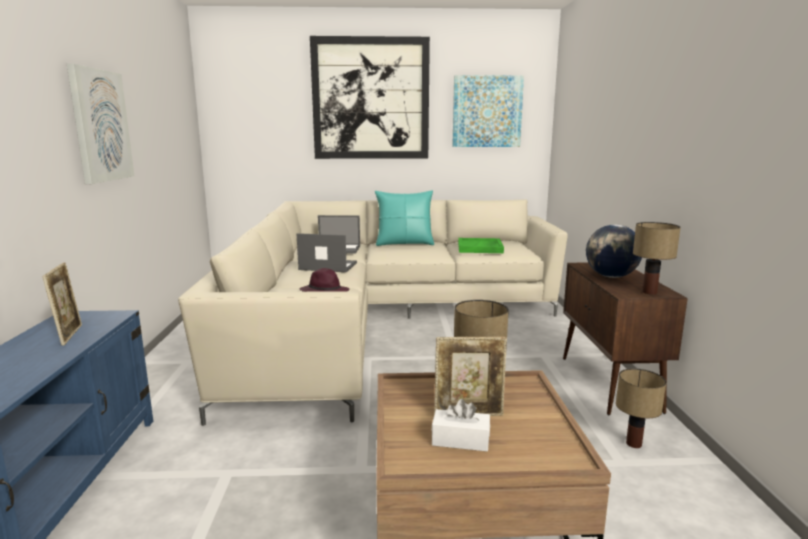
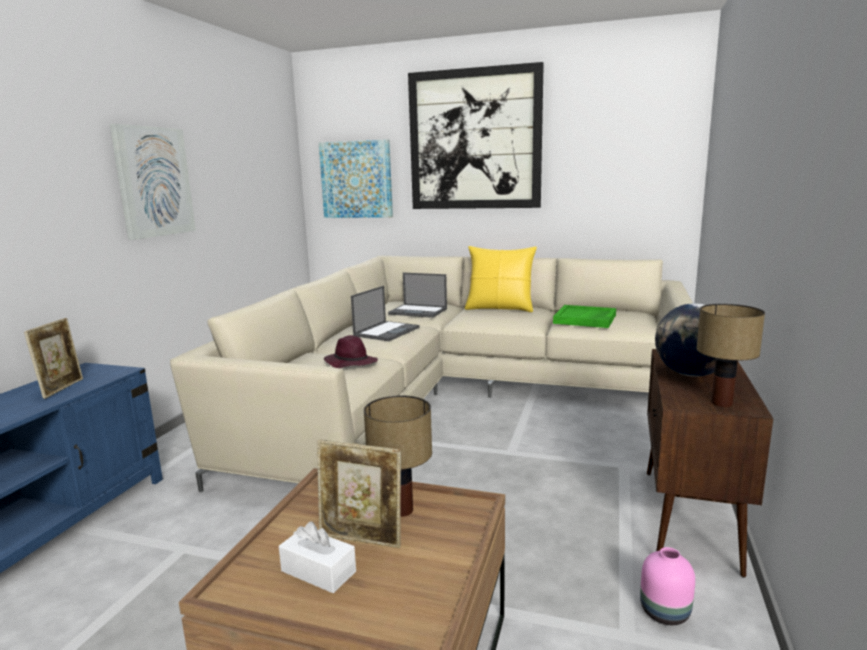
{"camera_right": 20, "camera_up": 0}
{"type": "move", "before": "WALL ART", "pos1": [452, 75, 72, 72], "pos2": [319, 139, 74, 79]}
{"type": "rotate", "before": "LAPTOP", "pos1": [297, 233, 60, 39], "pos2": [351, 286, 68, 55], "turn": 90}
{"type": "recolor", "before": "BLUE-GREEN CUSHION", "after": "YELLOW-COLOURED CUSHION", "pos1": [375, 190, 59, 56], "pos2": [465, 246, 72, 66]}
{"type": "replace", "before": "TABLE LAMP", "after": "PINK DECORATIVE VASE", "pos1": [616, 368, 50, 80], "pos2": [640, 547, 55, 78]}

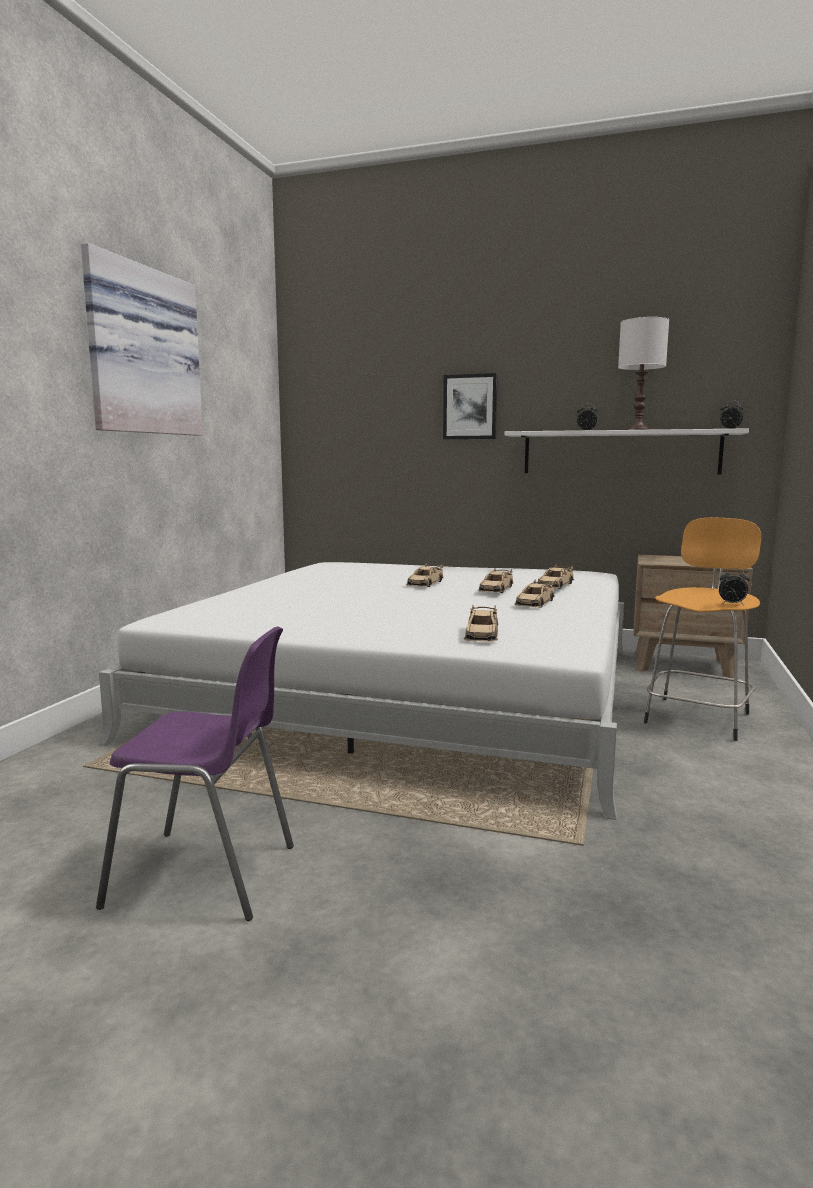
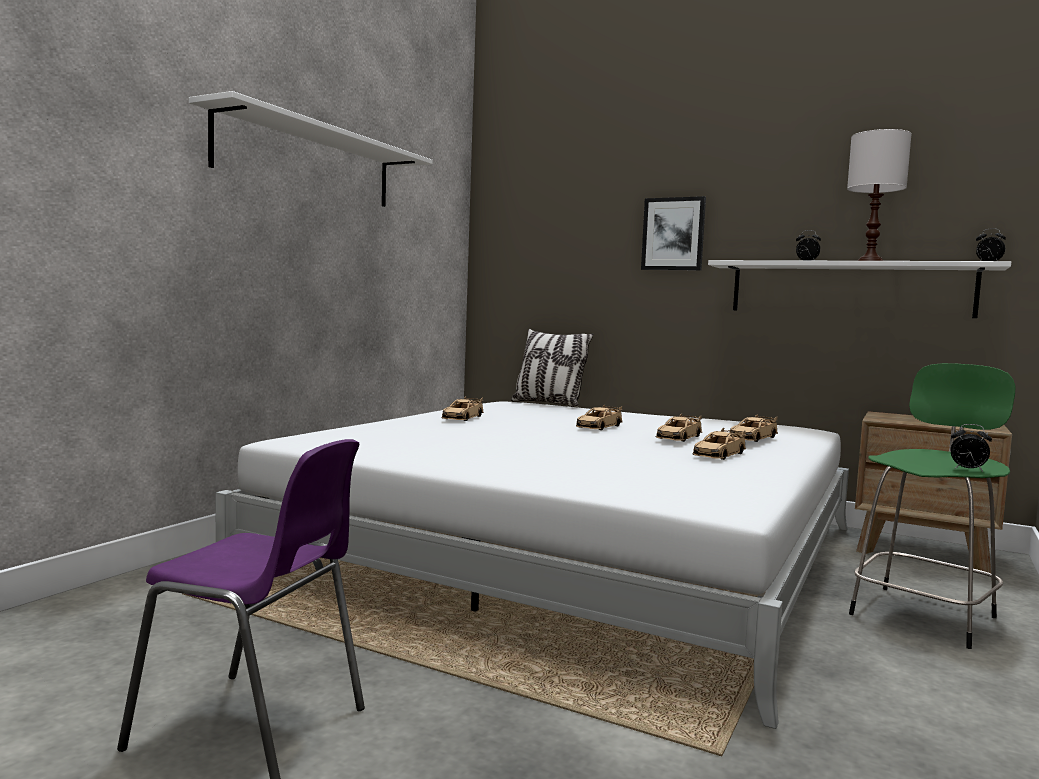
{"camera_right": 10, "camera_up": -5}
{"type": "replace", "before": "WALL ART", "after": "WHITE SHELF", "pos1": [81, 243, 122, 193], "pos2": [189, 91, 244, 116]}
{"type": "move", "before": "SAND-COLOURED TOY CAR", "pos1": [464, 605, 34, 37], "pos2": [441, 396, 43, 25]}
{"type": "insert", "after": "CUSHION", "pos2": [511, 329, 82, 78]}
{"type": "recolor", "before": "ORANGE STOOL SEAT", "after": "GREEN STOOL SEAT", "pos1": [644, 518, 117, 223], "pos2": [849, 363, 166, 286]}

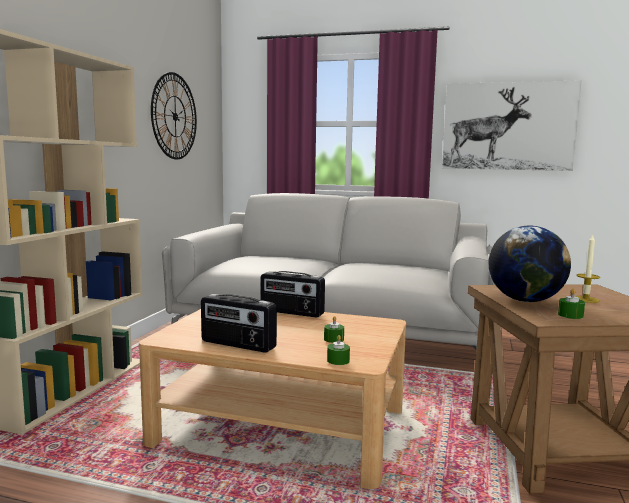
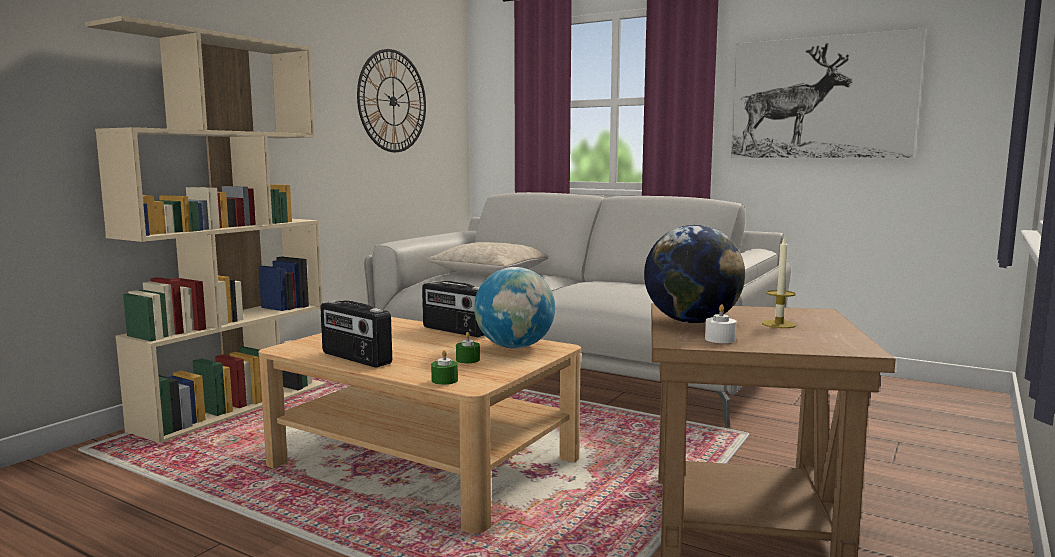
{"camera_right": 15, "camera_up": 0}
{"type": "insert", "after": "SAND-COLOURED CUSHION", "pos2": [426, 242, 123, 33]}
{"type": "insert", "after": "GLOBE", "pos2": [474, 267, 81, 82]}
{"type": "recolor", "before": "GREEN WAX CANDLE", "after": "WHITE WAX CANDLE", "pos1": [558, 289, 27, 30], "pos2": [705, 304, 31, 39]}

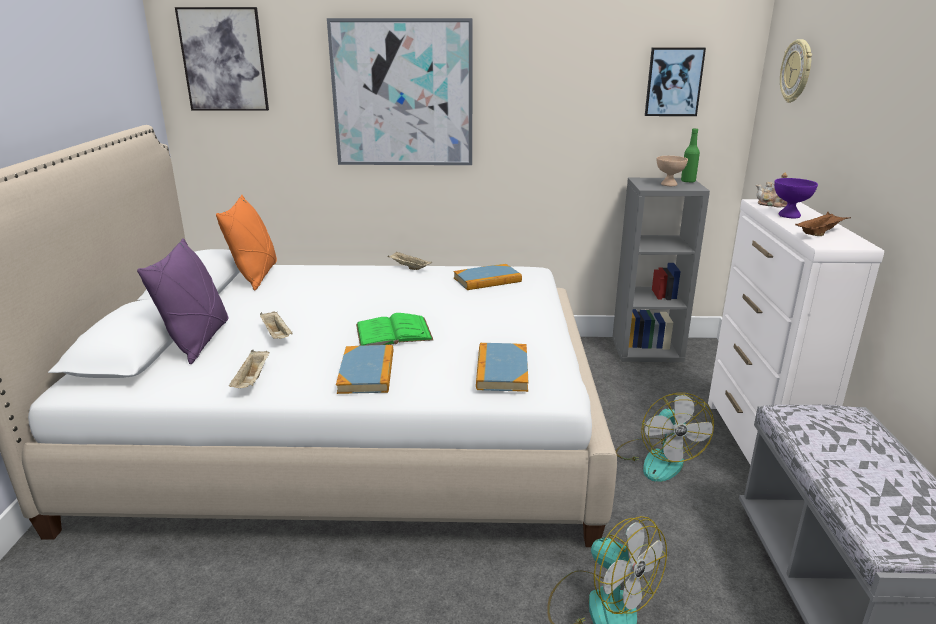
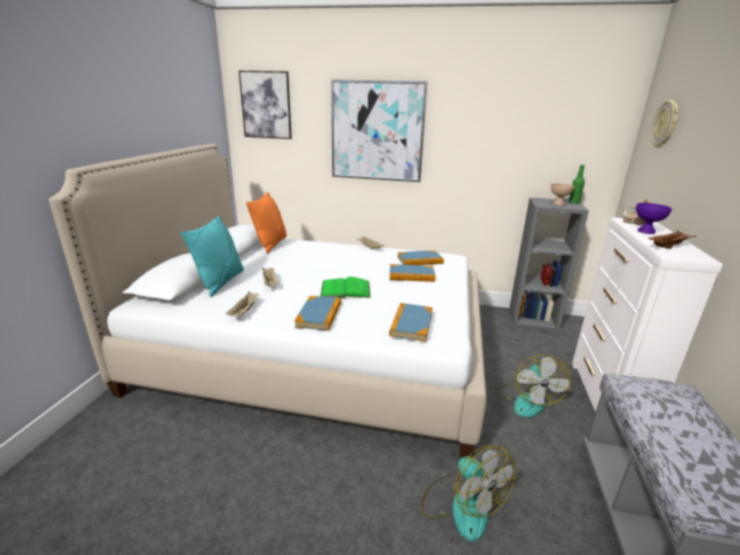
{"camera_right": 10, "camera_up": 0}
{"type": "recolor", "before": "PURPLE-COLOURED CUSHION", "after": "BLUE-GREEN CUSHION", "pos1": [137, 238, 91, 126], "pos2": [181, 216, 63, 81]}
{"type": "insert", "after": "BOOK", "pos2": [390, 264, 45, 18]}
{"type": "delete", "before": "WALL ART", "pos1": [645, 48, 61, 68]}

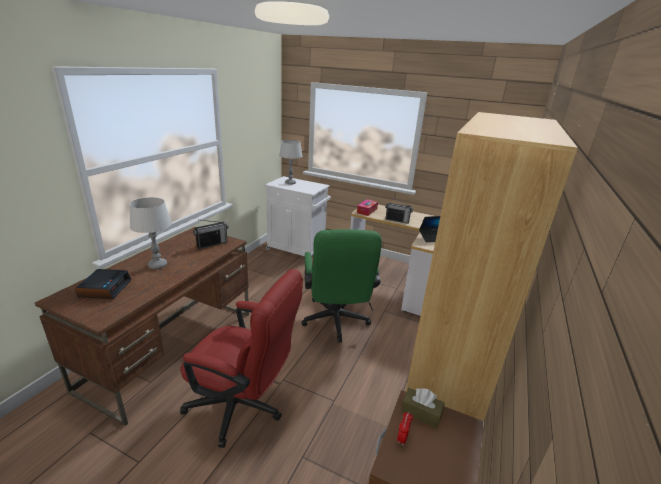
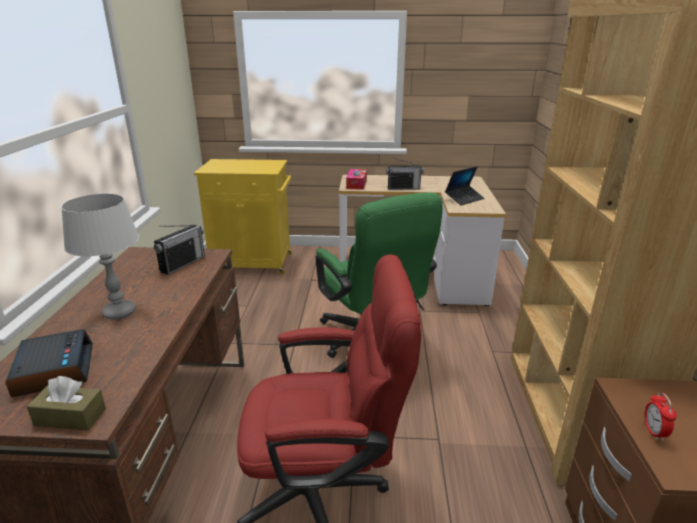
{"camera_right": -20, "camera_up": 0}
{"type": "move", "before": "BROWNISH BOX OF TISSUES", "pos1": [401, 388, 44, 40], "pos2": [26, 376, 80, 55]}
{"type": "recolor", "before": "WHITE STORAGE CABINET", "after": "YELLOW-COLOURED STORAGE CABINET", "pos1": [264, 176, 67, 80], "pos2": [194, 159, 98, 115]}
{"type": "delete", "before": "GREYISH TABLE LAMP", "pos1": [279, 140, 23, 45]}

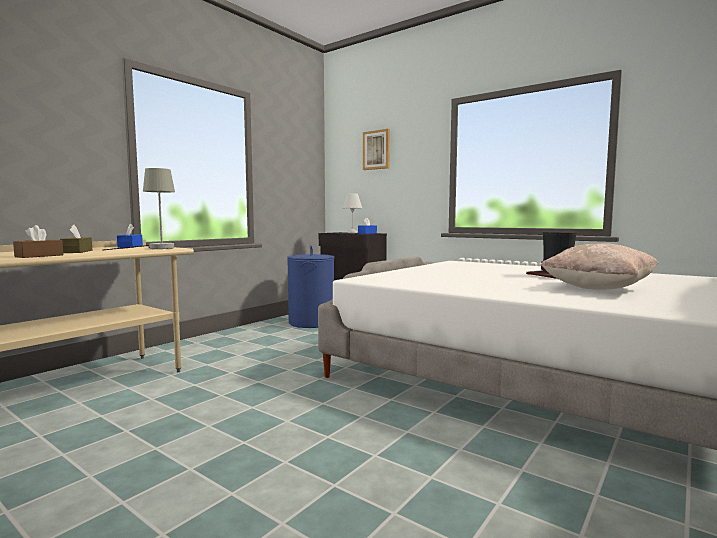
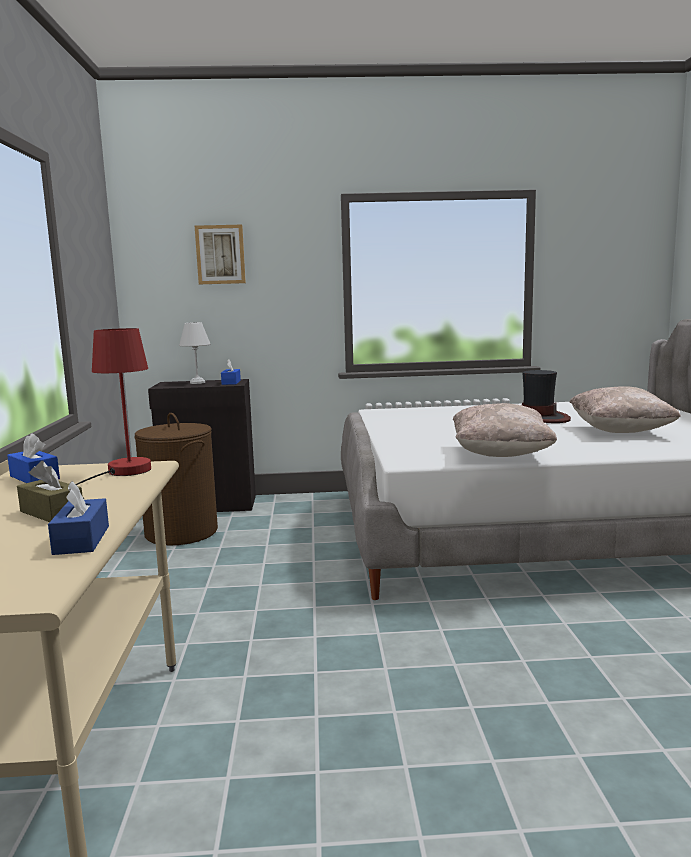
{"camera_right": -40, "camera_up": 5}
{"type": "recolor", "before": "BROWNISH BOX OF TISSUES", "after": "BLUE BOX OF TISSUES", "pos1": [13, 225, 50, 33], "pos2": [48, 481, 61, 74]}
{"type": "recolor", "before": "GREYISH TABLE LAMP", "after": "RED-COLOURED TABLE LAMP", "pos1": [102, 168, 73, 83], "pos2": [76, 328, 75, 171]}
{"type": "recolor", "before": "BLUE WASHING BASKET", "after": "BROWNISH WASHING BASKET", "pos1": [287, 245, 47, 83], "pos2": [135, 413, 83, 133]}
{"type": "insert", "after": "SAND-COLOURED CUSHION", "pos2": [453, 403, 104, 54]}

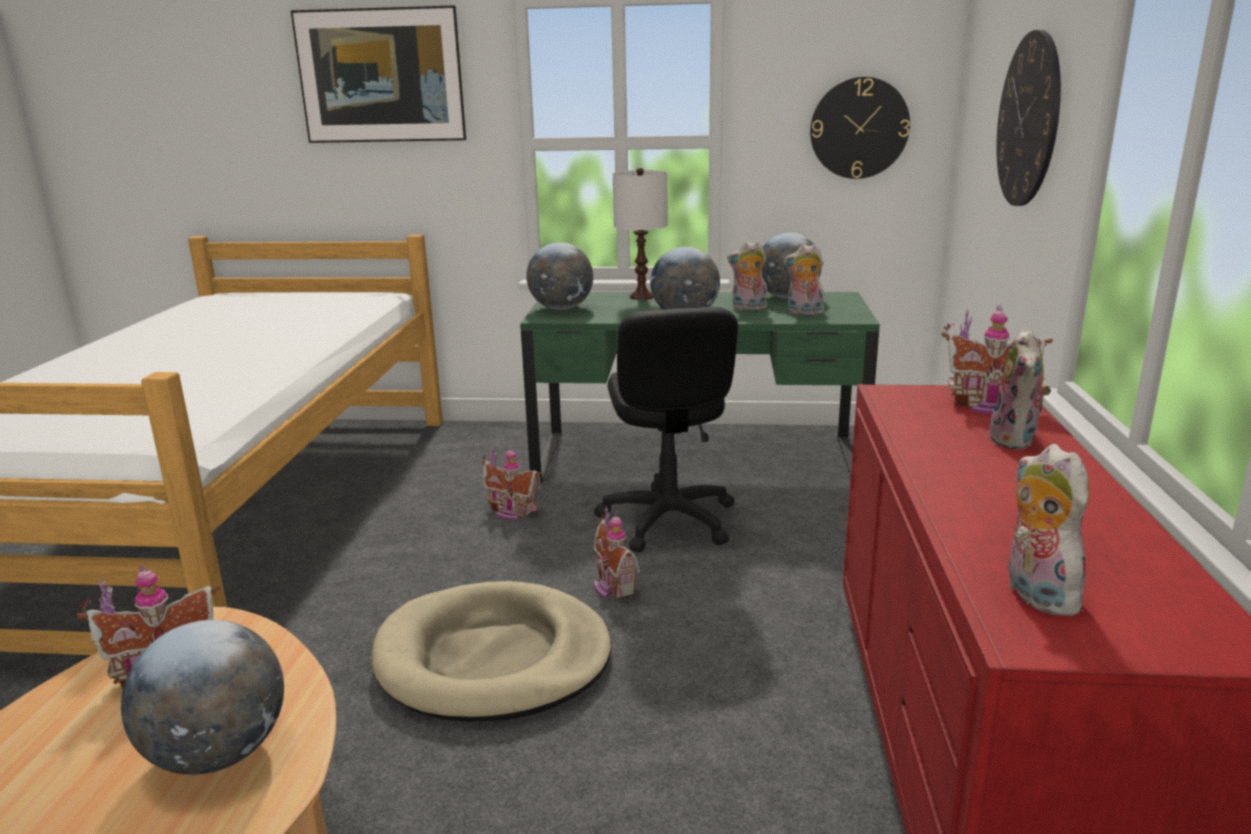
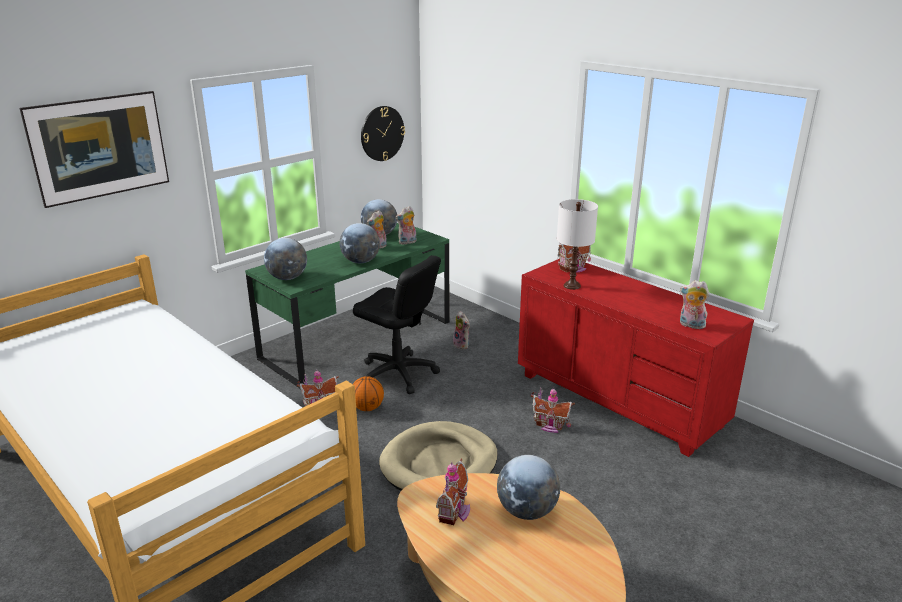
{"camera_right": -50, "camera_up": 5}
{"type": "insert", "after": "BALL FOR BASKETBALL", "pos2": [353, 377, 31, 34]}
{"type": "move", "before": "PLUSH TOY", "pos1": [989, 327, 62, 123], "pos2": [453, 311, 17, 38]}
{"type": "move", "before": "MINIATURE HOUSE", "pos1": [594, 507, 46, 92], "pos2": [531, 387, 44, 46]}
{"type": "move", "before": "WHITE TABLE LAMP", "pos1": [613, 168, 55, 132], "pos2": [557, 199, 41, 91]}
{"type": "delete", "before": "CLOCK ON THE WALL", "pos1": [996, 30, 65, 176]}

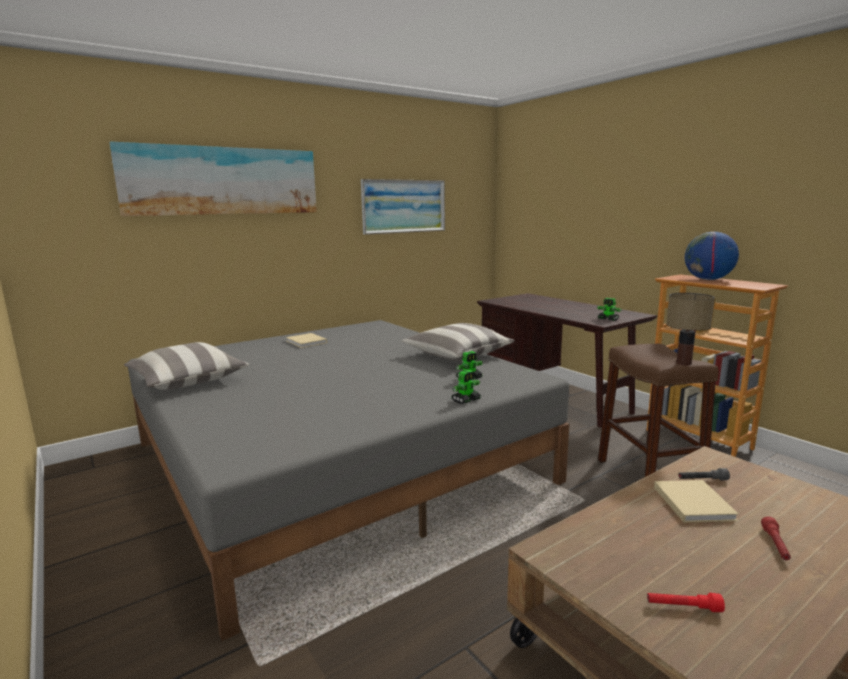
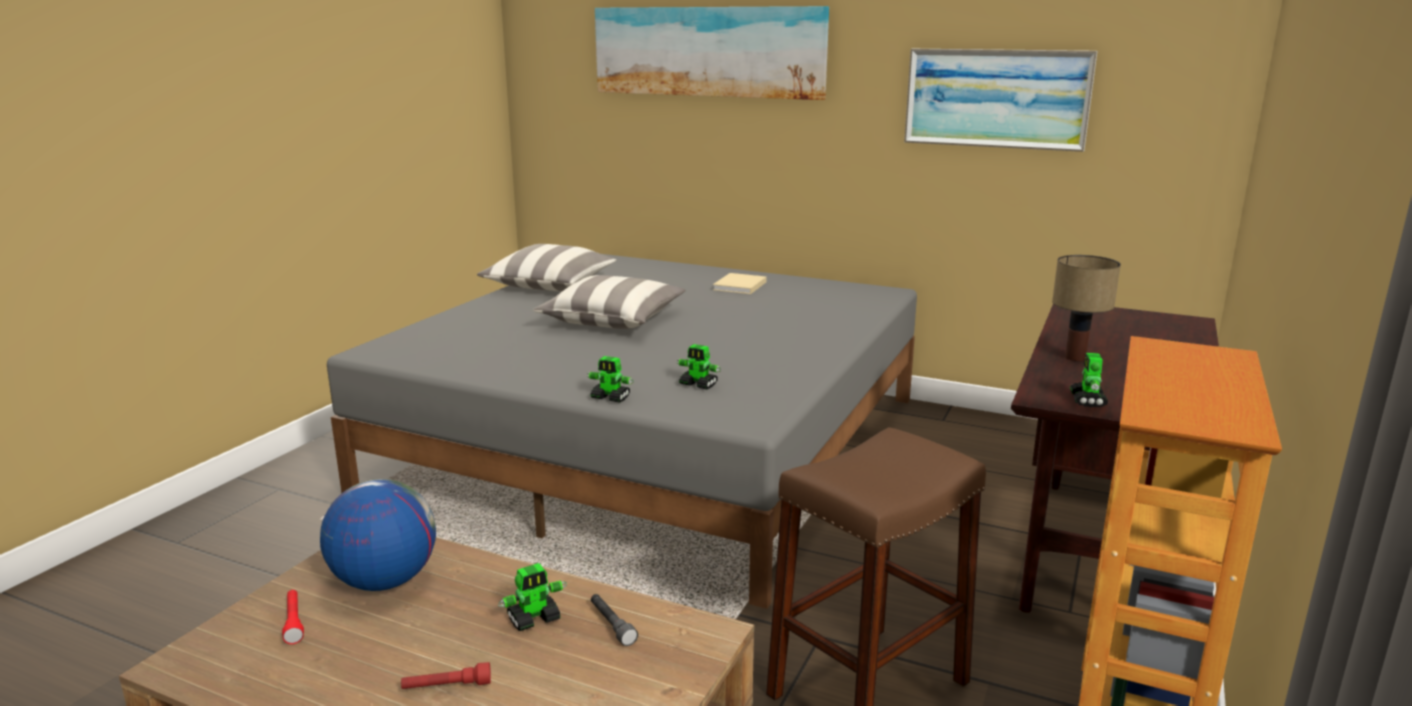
{"camera_right": 60, "camera_up": 5}
{"type": "move", "before": "GLOBE", "pos1": [685, 232, 54, 48], "pos2": [320, 479, 116, 112]}
{"type": "replace", "before": "SAND-COLOURED BOOK", "after": "ROBOT FIGURE", "pos1": [654, 480, 85, 42], "pos2": [498, 563, 69, 68]}
{"type": "move", "before": "CUSHION", "pos1": [402, 323, 113, 38], "pos2": [533, 275, 153, 54]}
{"type": "move", "before": "TABLE LAMP", "pos1": [666, 293, 49, 73], "pos2": [1052, 255, 69, 106]}

